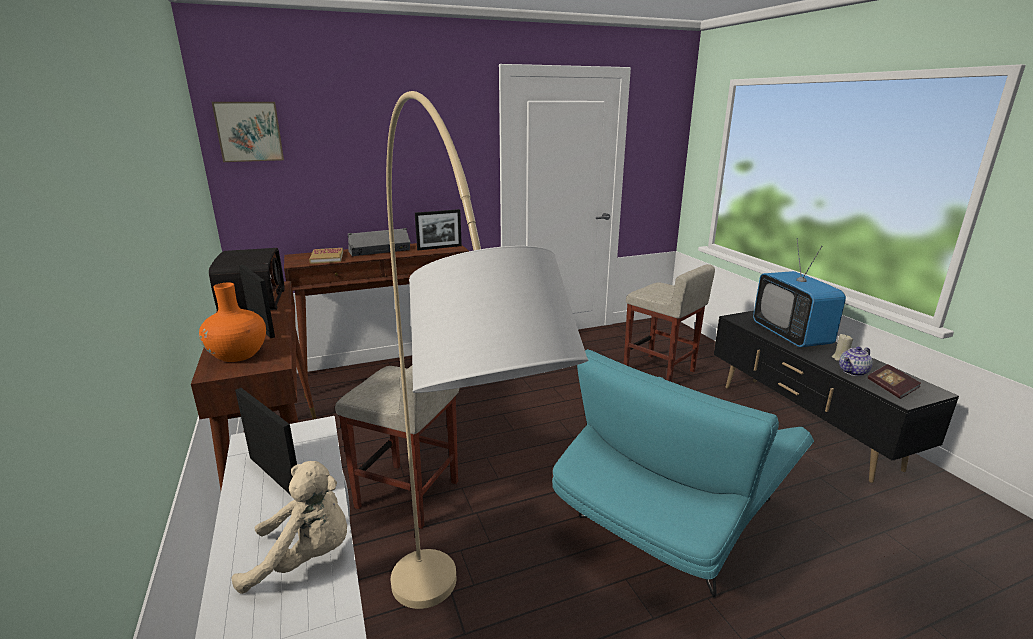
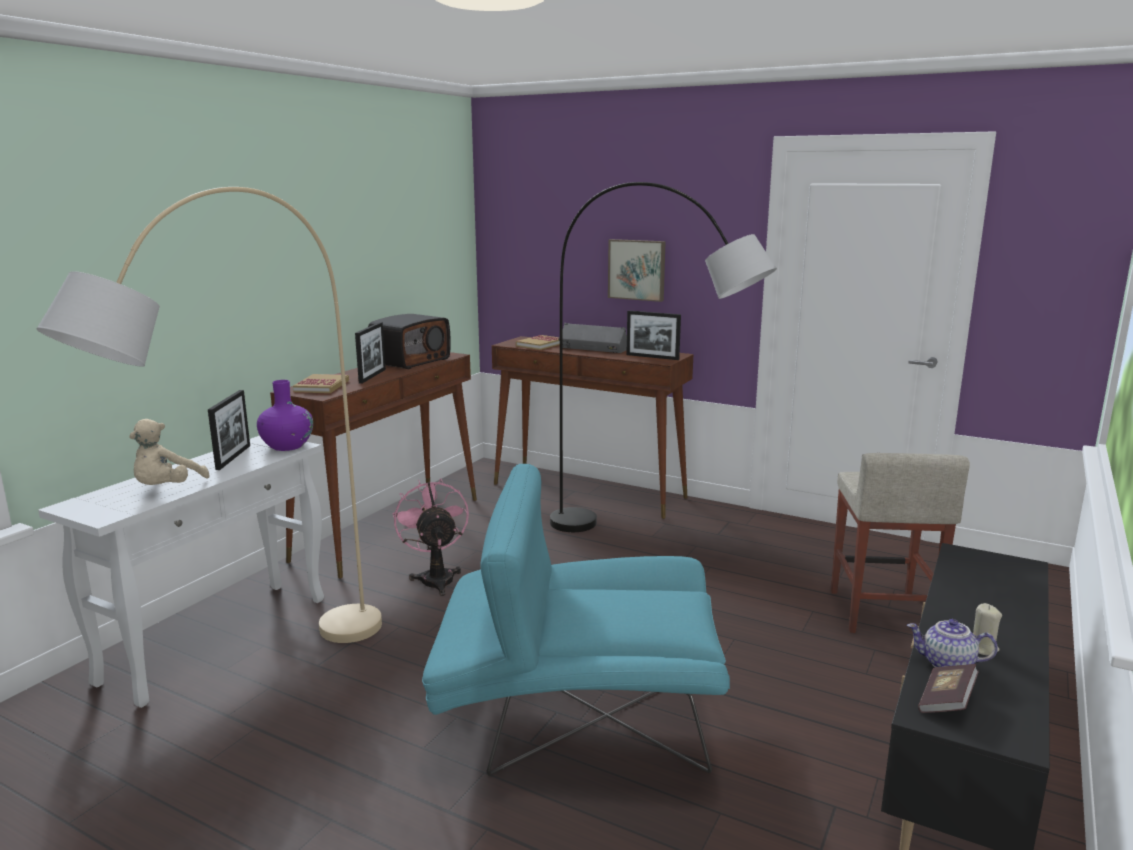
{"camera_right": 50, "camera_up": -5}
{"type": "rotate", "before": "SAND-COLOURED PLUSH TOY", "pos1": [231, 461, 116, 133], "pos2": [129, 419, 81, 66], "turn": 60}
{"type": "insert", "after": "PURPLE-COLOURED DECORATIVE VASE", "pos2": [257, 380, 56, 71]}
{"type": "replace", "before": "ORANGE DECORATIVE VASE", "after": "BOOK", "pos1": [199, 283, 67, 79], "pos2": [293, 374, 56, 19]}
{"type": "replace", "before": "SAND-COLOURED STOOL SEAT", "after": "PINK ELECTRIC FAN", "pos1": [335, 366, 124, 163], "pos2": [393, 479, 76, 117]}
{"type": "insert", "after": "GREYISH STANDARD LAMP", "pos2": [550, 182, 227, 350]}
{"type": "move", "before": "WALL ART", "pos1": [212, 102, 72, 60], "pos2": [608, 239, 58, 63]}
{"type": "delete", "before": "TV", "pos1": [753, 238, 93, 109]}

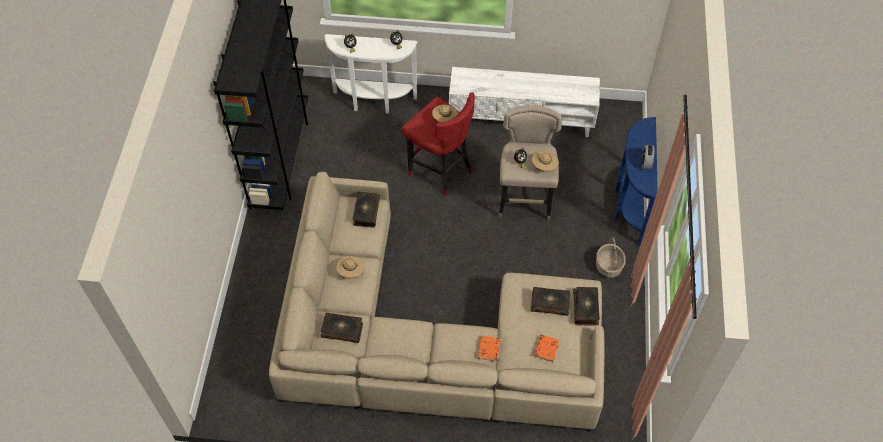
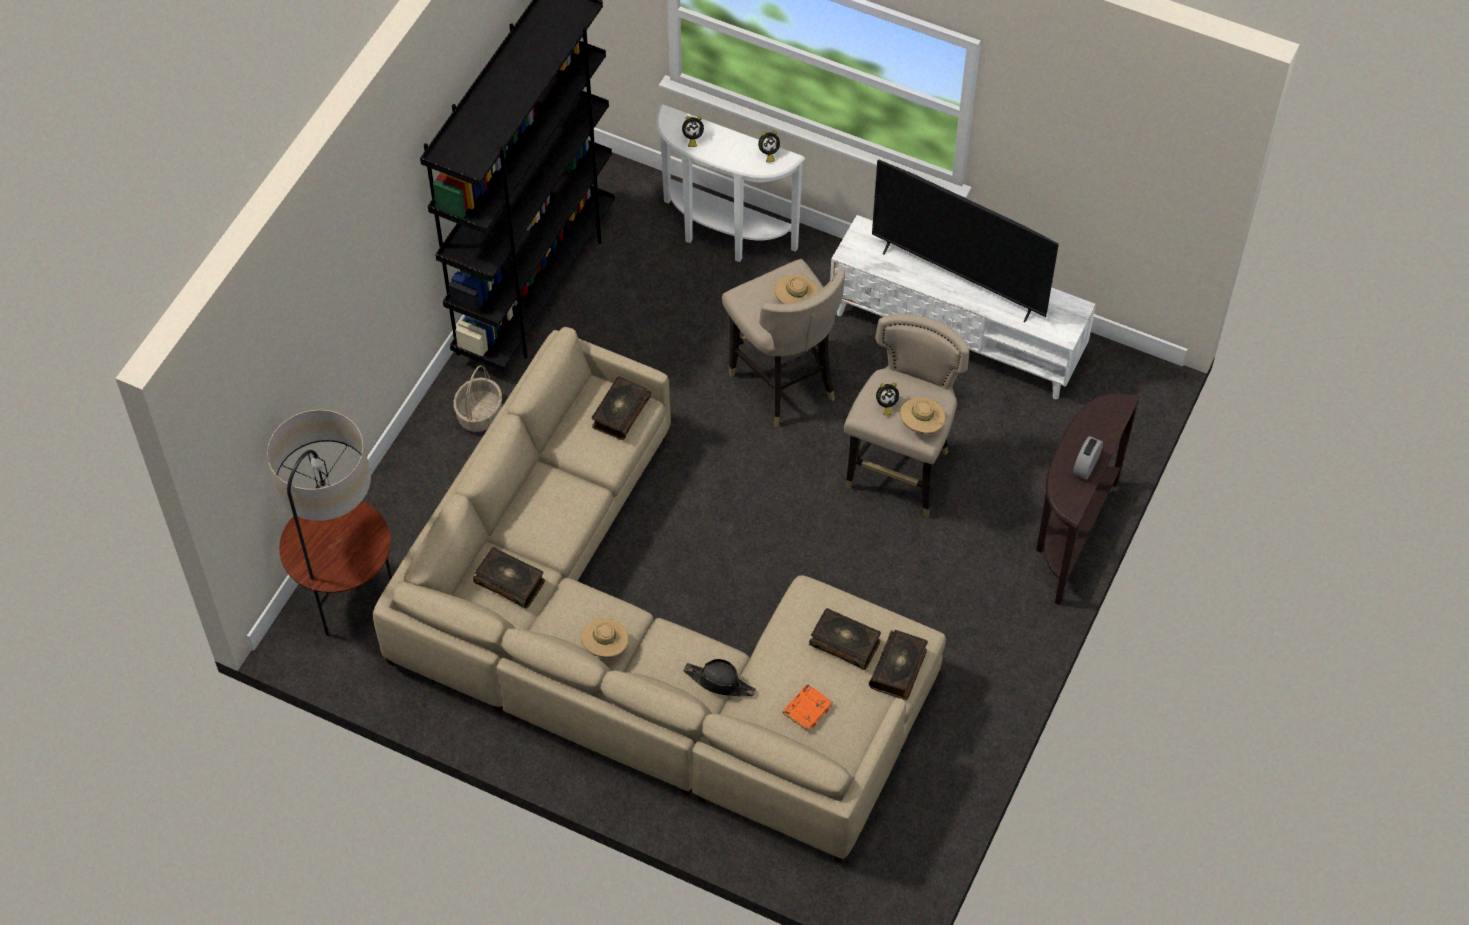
{"camera_right": 20, "camera_up": 0}
{"type": "insert", "after": "STANDARD LAMP", "pos2": [267, 410, 125, 226]}
{"type": "move", "before": "HOUSEHOLD BASKET", "pos1": [596, 237, 30, 41], "pos2": [453, 365, 49, 67]}
{"type": "move", "before": "SAND-COLOURED HAT", "pos1": [336, 256, 28, 22], "pos2": [581, 618, 48, 40]}
{"type": "replace", "before": "ORANGE BOOK", "after": "BLACK-COLOURED HAT", "pos1": [478, 335, 23, 26], "pos2": [684, 659, 72, 37]}
{"type": "recolor", "before": "RED-COLOURED STOOL SEAT", "after": "SAND-COLOURED STOOL SEAT", "pos1": [401, 92, 74, 104], "pos2": [722, 259, 123, 168]}
{"type": "insert", "after": "TV", "pos2": [872, 160, 187, 162]}
{"type": "recolor", "before": "BLUE NARROW TABLE", "after": "BROWNISH NARROW TABLE", "pos1": [615, 117, 43, 129], "pos2": [1036, 393, 104, 212]}

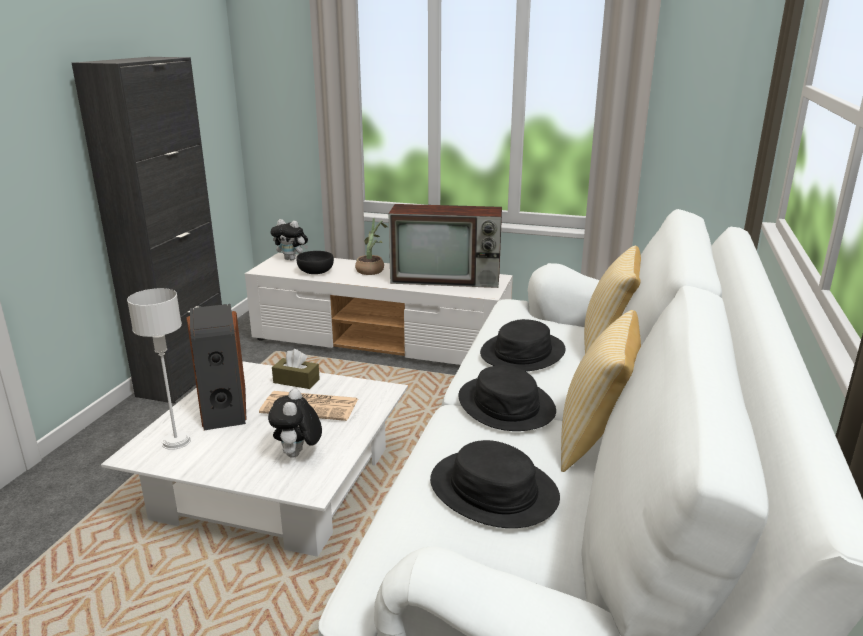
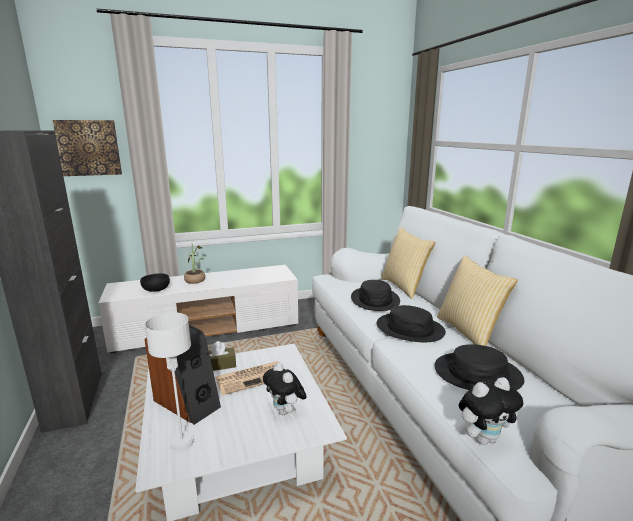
{"camera_right": -35, "camera_up": -5}
{"type": "insert", "after": "WALL ART", "pos2": [53, 120, 69, 56]}
{"type": "move", "before": "PLUSH TOY", "pos1": [270, 219, 38, 41], "pos2": [459, 377, 64, 68]}
{"type": "delete", "before": "TV", "pos1": [389, 204, 113, 84]}

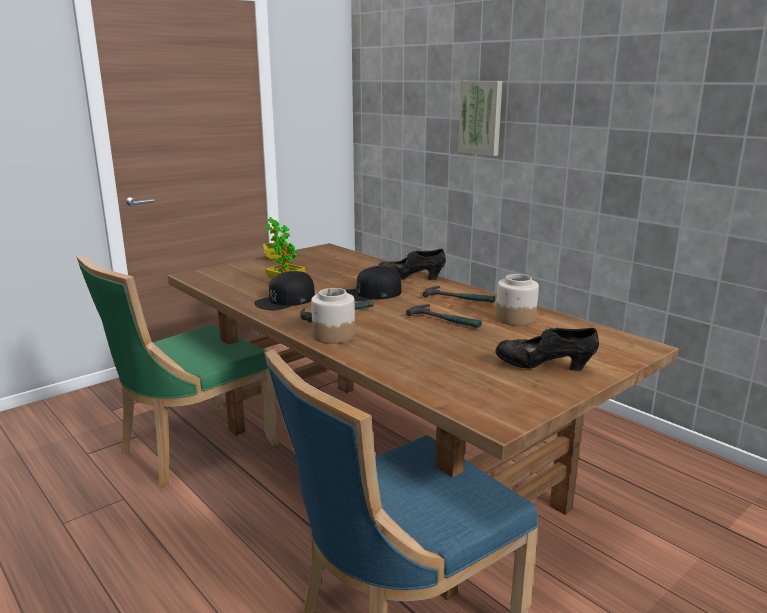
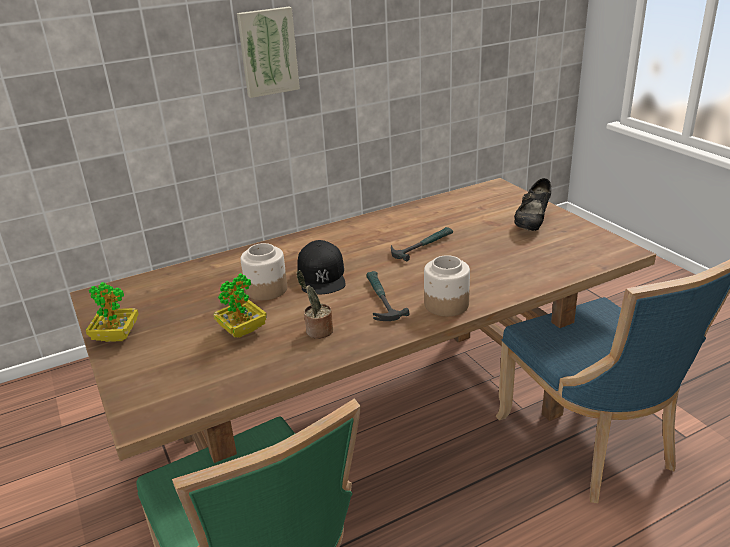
{"camera_right": -75, "camera_up": 10}
{"type": "move", "before": "WALL ART", "pos1": [458, 81, 44, 75], "pos2": [237, 7, 63, 91]}
{"type": "move", "before": "JAR", "pos1": [496, 274, 43, 52], "pos2": [241, 243, 46, 57]}
{"type": "replace", "before": "BLACK-COLOURED BASEBALL CAP", "after": "HOUSEPLANT", "pos1": [254, 271, 61, 39], "pos2": [296, 270, 37, 68]}
{"type": "delete", "before": "BLACK-COLOURED LOW SHOE", "pos1": [378, 249, 68, 31]}
{"type": "delete", "before": "HAMMER", "pos1": [423, 286, 72, 17]}

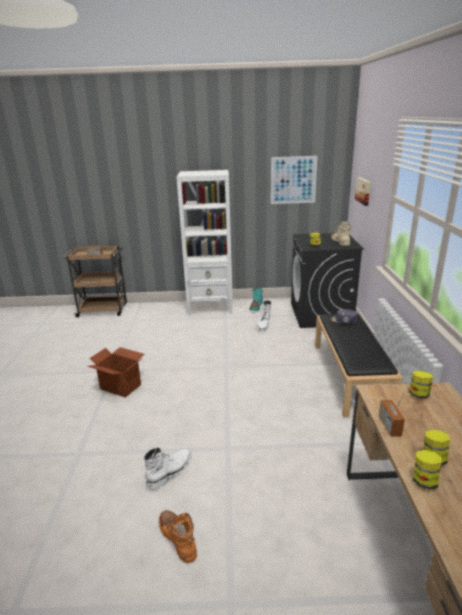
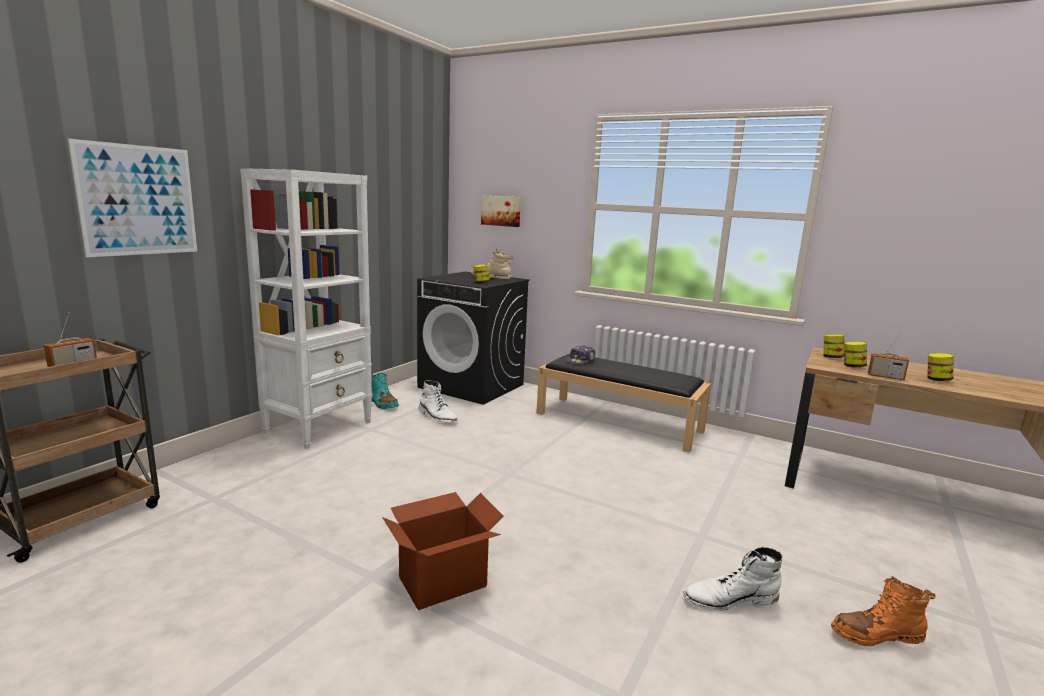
{"camera_right": -60, "camera_up": -10}
{"type": "move", "before": "WALL ART", "pos1": [271, 156, 46, 48], "pos2": [67, 139, 130, 118]}
{"type": "rotate", "before": "WHITE BOOT", "pos1": [144, 447, 47, 42], "pos2": [683, 547, 100, 64], "turn": -75}
{"type": "move", "before": "JAR", "pos1": [413, 450, 29, 39], "pos2": [844, 342, 23, 25]}

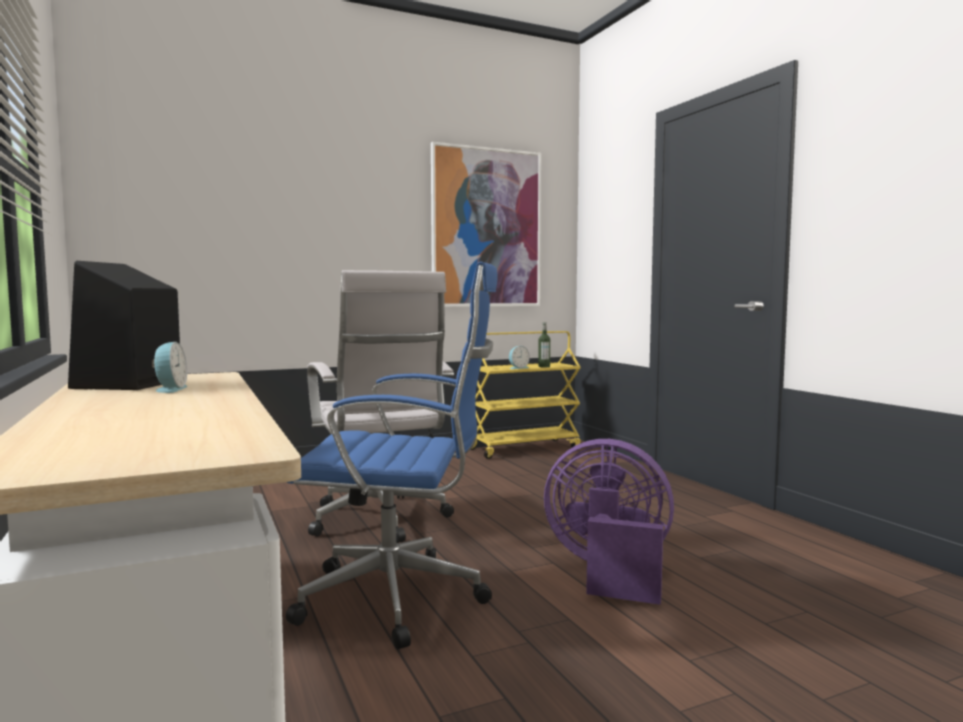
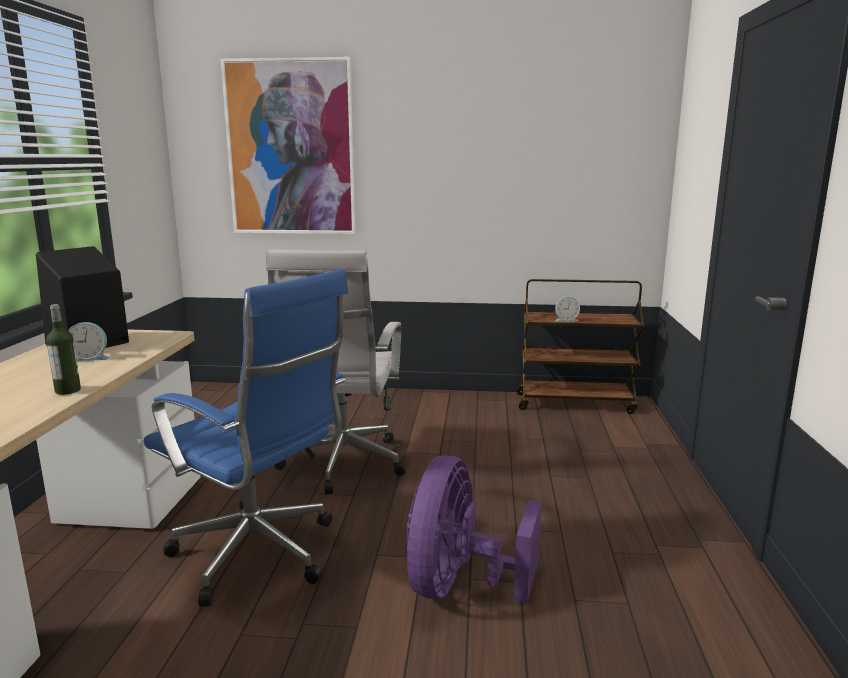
{"camera_right": 30, "camera_up": 10}
{"type": "move", "before": "BEVERAGE BOTTLE", "pos1": [538, 322, 12, 45], "pos2": [46, 304, 35, 91]}
{"type": "rotate", "before": "BEDSIDE CLOCK", "pos1": [152, 342, 36, 51], "pos2": [68, 322, 41, 39], "turn": 60}
{"type": "move", "before": "WALL ART", "pos1": [431, 142, 110, 165], "pos2": [221, 57, 134, 177]}
{"type": "rotate", "before": "PURPLE-COLOURED ELECTRIC FAN", "pos1": [544, 439, 130, 166], "pos2": [407, 456, 134, 147], "turn": -120}
{"type": "recolor", "before": "YELLOW-COLOURED CART", "after": "BROWNISH CART", "pos1": [471, 331, 110, 128], "pos2": [517, 279, 127, 135]}

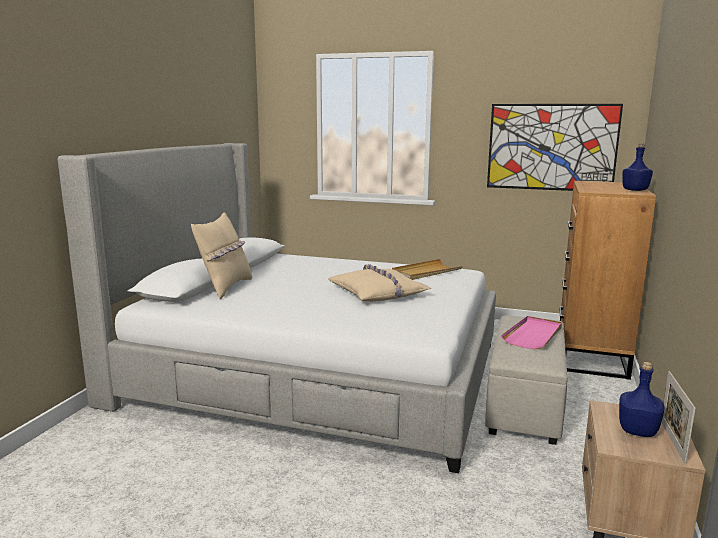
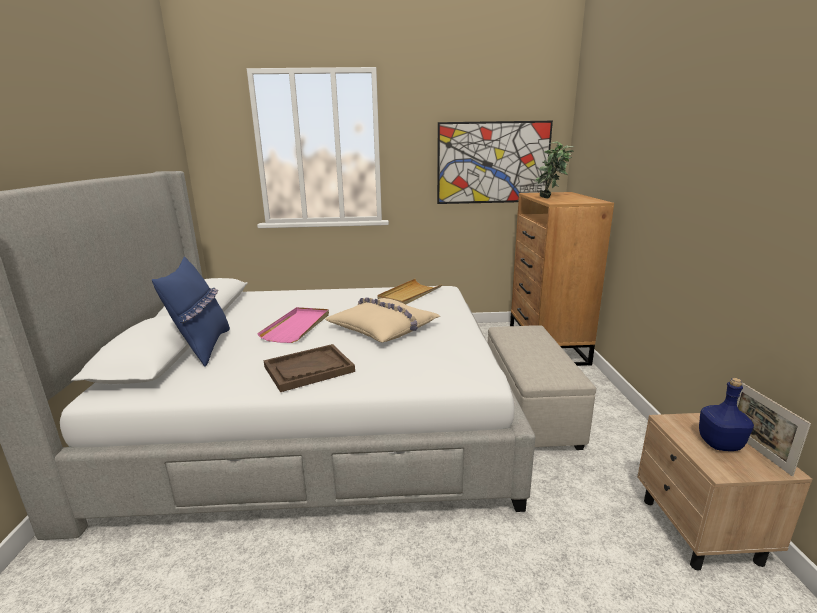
{"camera_right": -20, "camera_up": 5}
{"type": "recolor", "before": "SAND-COLOURED CUSHION", "after": "BLUE CUSHION", "pos1": [191, 212, 61, 87], "pos2": [152, 257, 78, 110]}
{"type": "move", "before": "PINK SERVING TRAY", "pos1": [501, 316, 61, 34], "pos2": [257, 307, 72, 36]}
{"type": "insert", "after": "BROWNISH SERVING TRAY", "pos2": [264, 344, 91, 48]}
{"type": "insert", "after": "HOUSEPLANT", "pos2": [534, 141, 40, 58]}
{"type": "delete", "before": "BLUE BEVERAGE BOTTLE", "pos1": [622, 144, 31, 47]}

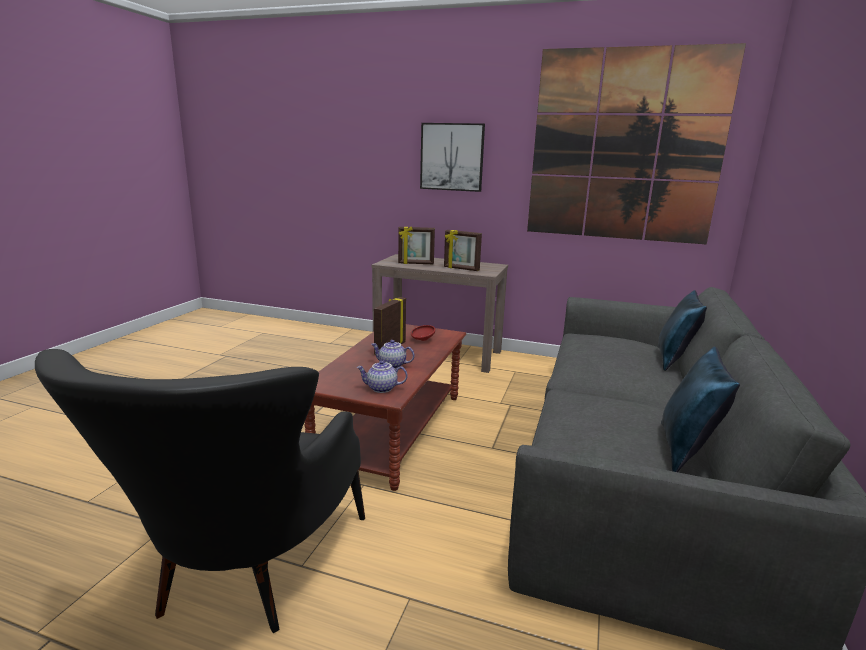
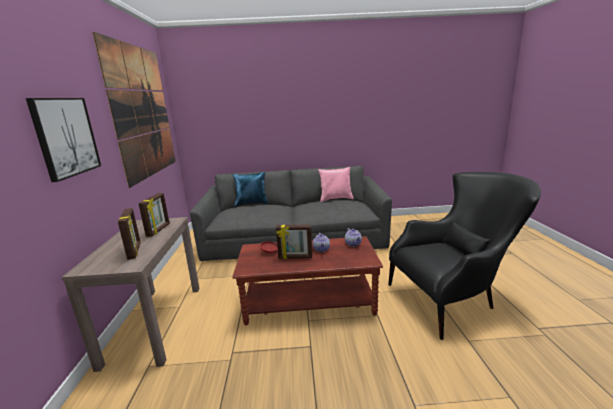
{"camera_right": -110, "camera_up": 0}
{"type": "recolor", "before": "BLUE CUSHION", "after": "PINK CUSHION", "pos1": [661, 346, 79, 126], "pos2": [318, 167, 36, 35]}

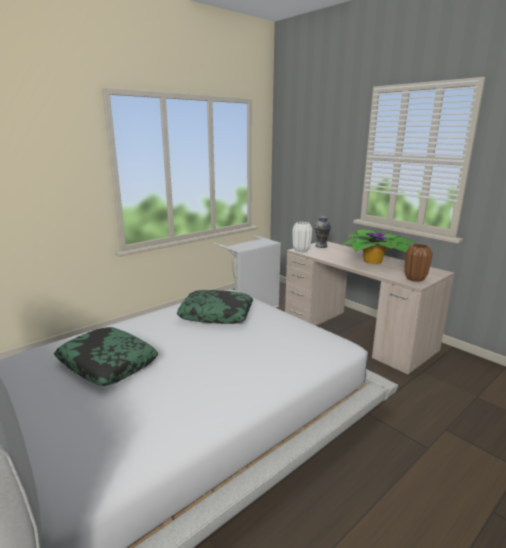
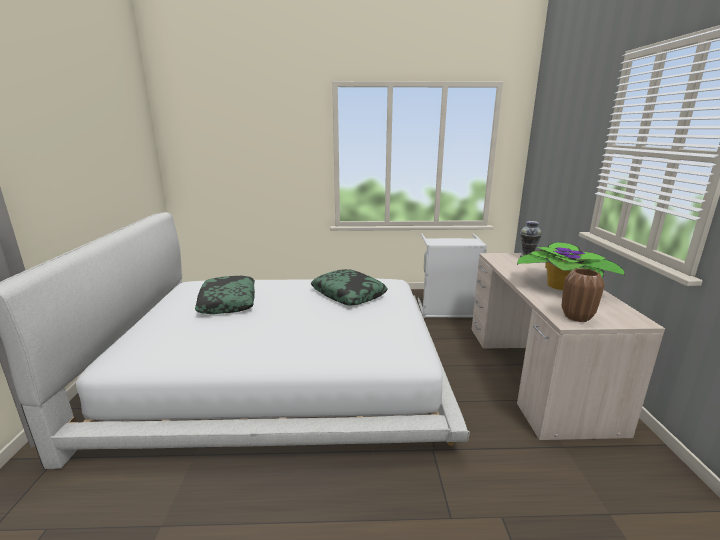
{"camera_right": 40, "camera_up": 0}
{"type": "delete", "before": "WHITE DECORATIVE VASE", "pos1": [293, 222, 19, 30]}

